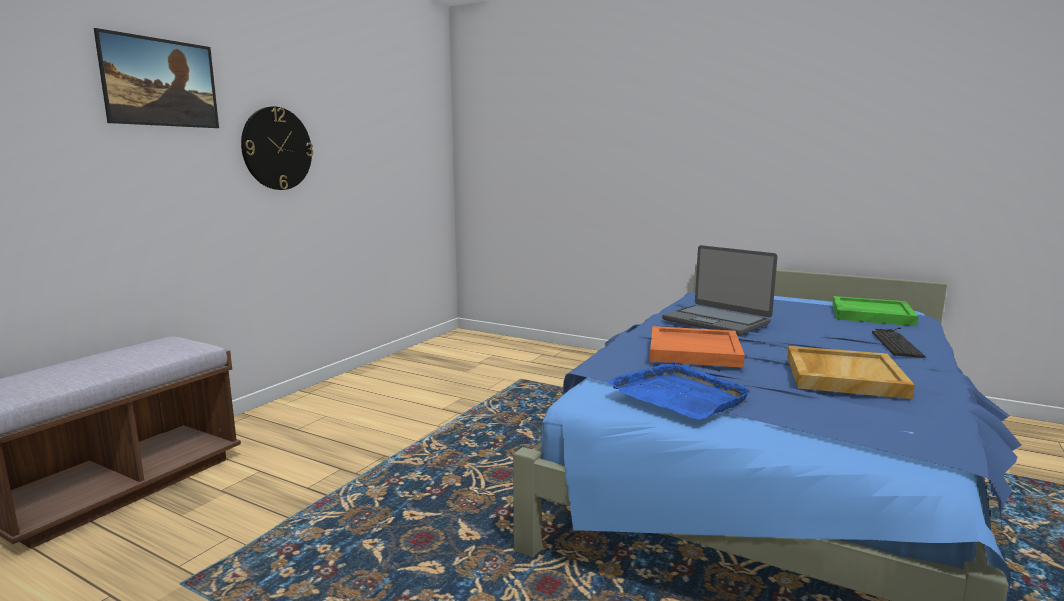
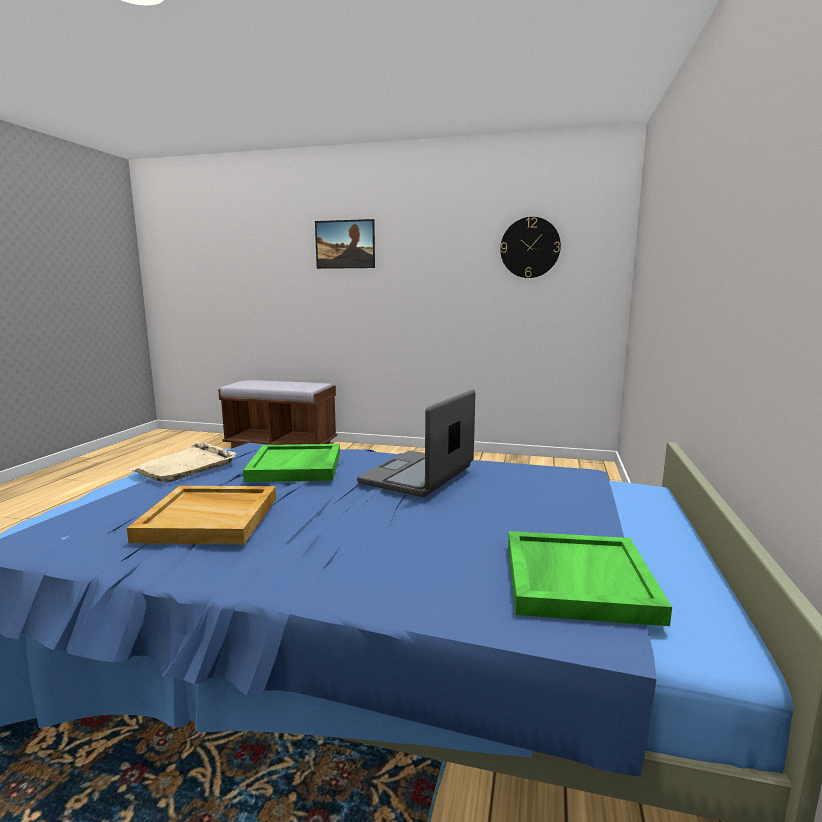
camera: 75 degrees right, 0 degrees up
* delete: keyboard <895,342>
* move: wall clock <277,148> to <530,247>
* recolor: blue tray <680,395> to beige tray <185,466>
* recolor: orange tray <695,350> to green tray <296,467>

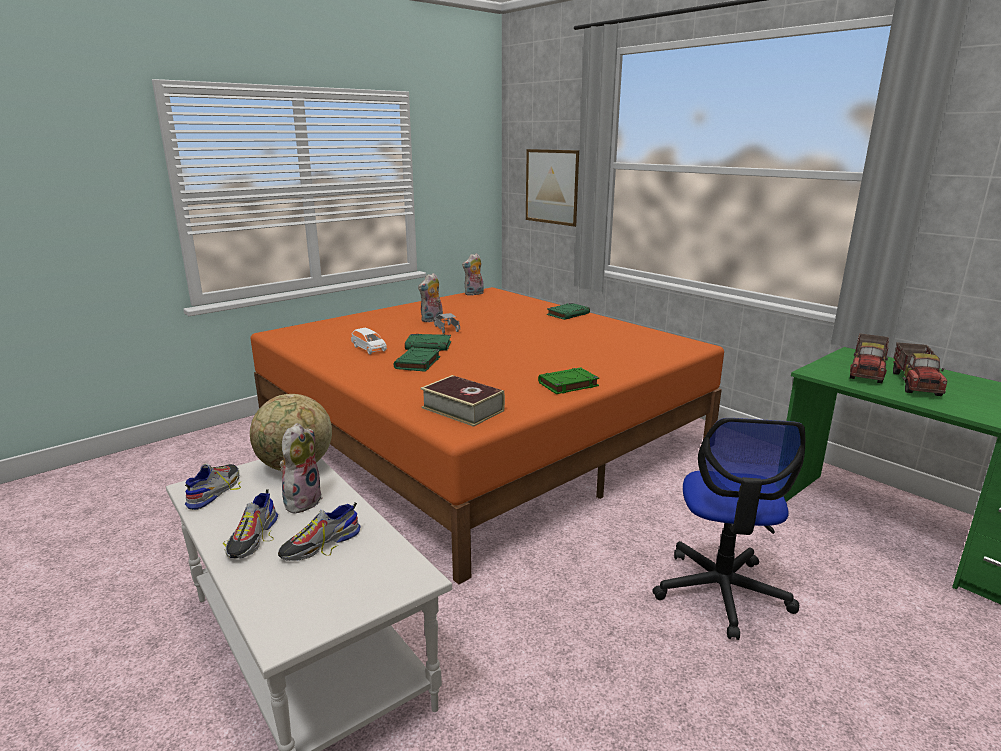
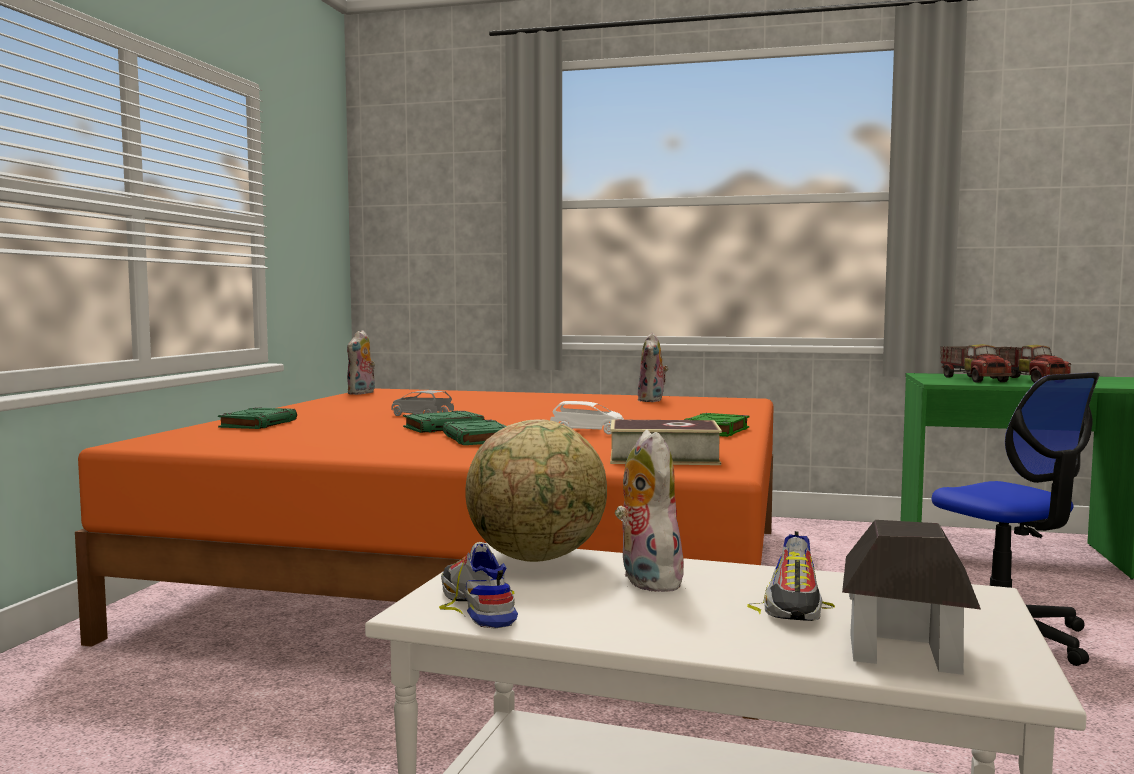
camera: 35 degrees left, 15 degrees down
* delete: shoe <253,538>
* delete: picture <554,186>
* insert: toy house <904,650>
* move: white toy car <369,349> to <588,431>
* move: plush toy <432,320> to <652,400>
* move: green book <568,314> to <258,424>

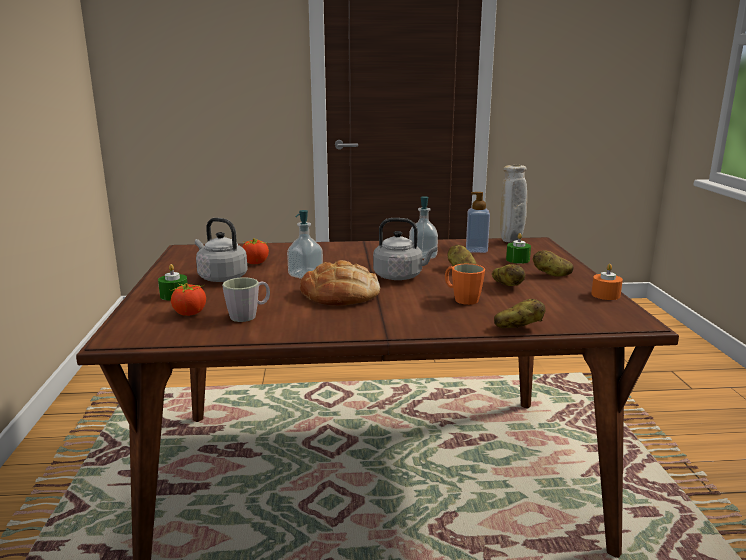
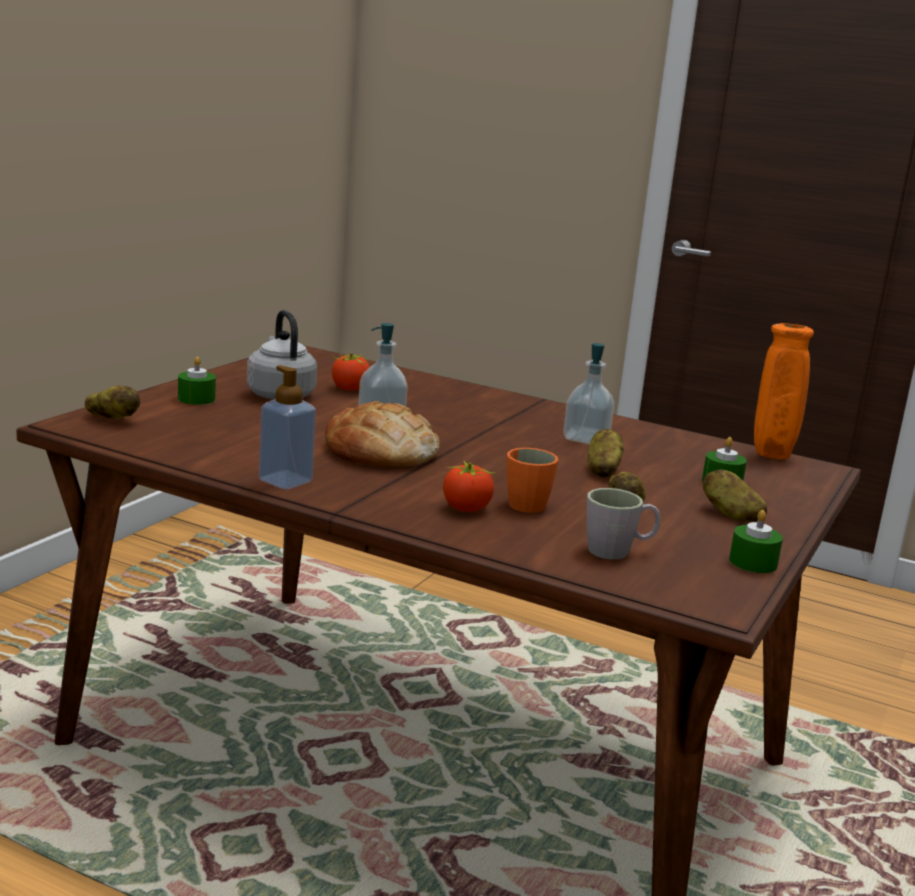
camera: 30 degrees right, 0 degrees up
* delete: grey kettle <400,276>
* move: tomato <190,313> to <466,509>
* move: grey mug <249,315> to <618,551>
* move: soap dispenser <476,250> to <285,481>
* move: potato <518,327> to <113,419>
* recolor: beige vase <511,241> to orange vase <771,457>
* recolor: orange candle <605,295> to green candle <753,562>

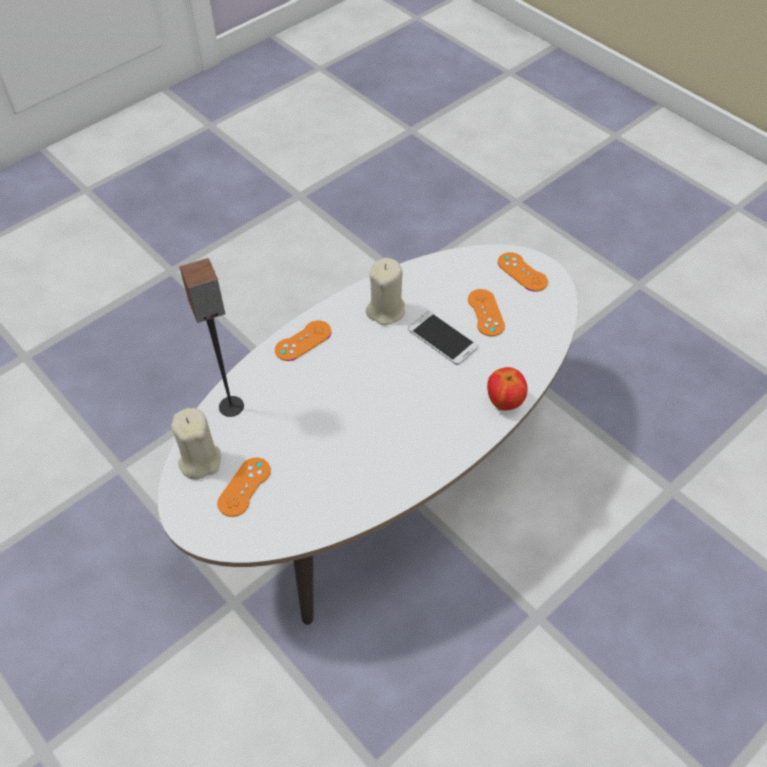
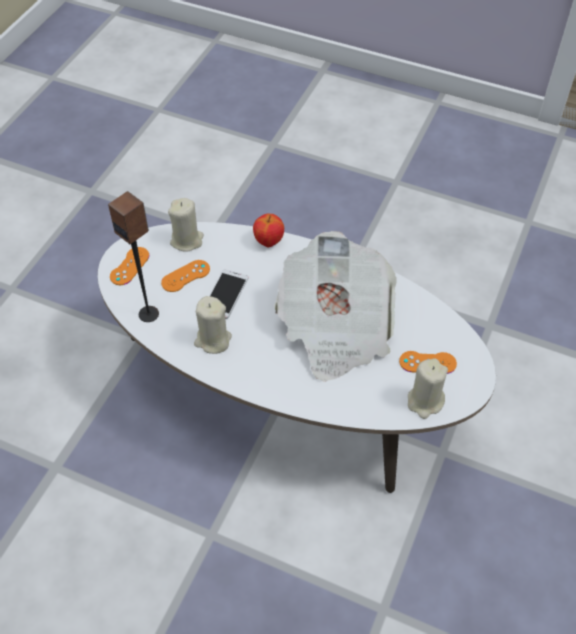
camera: 115 degrees left, 0 degrees up
* delete: orange game controller <303,341>
* insert: beige candle <187,240>
* insert: newspaper <335,328>
* move: speaker <231,407> to <149,314>

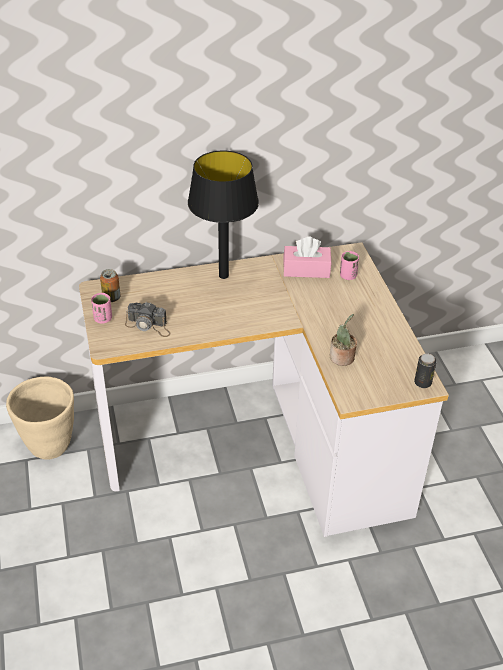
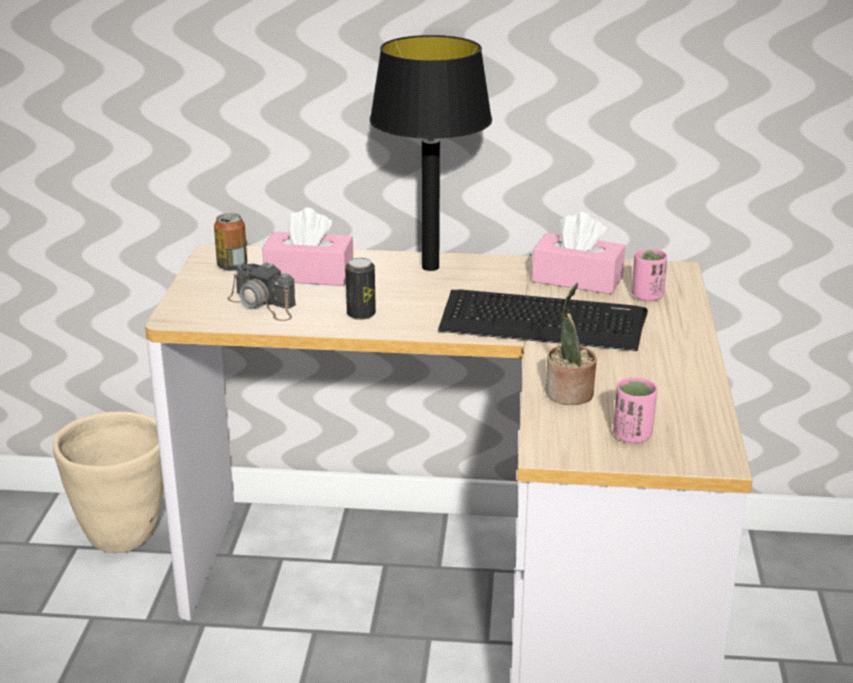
camera: 20 degrees right, 15 degrees down
* insert: pink tissue box <309,275>
* insert: keyboard <542,322>
* move: pink cup <103,319> to <632,436>
* move: can <422,383> to <361,314>

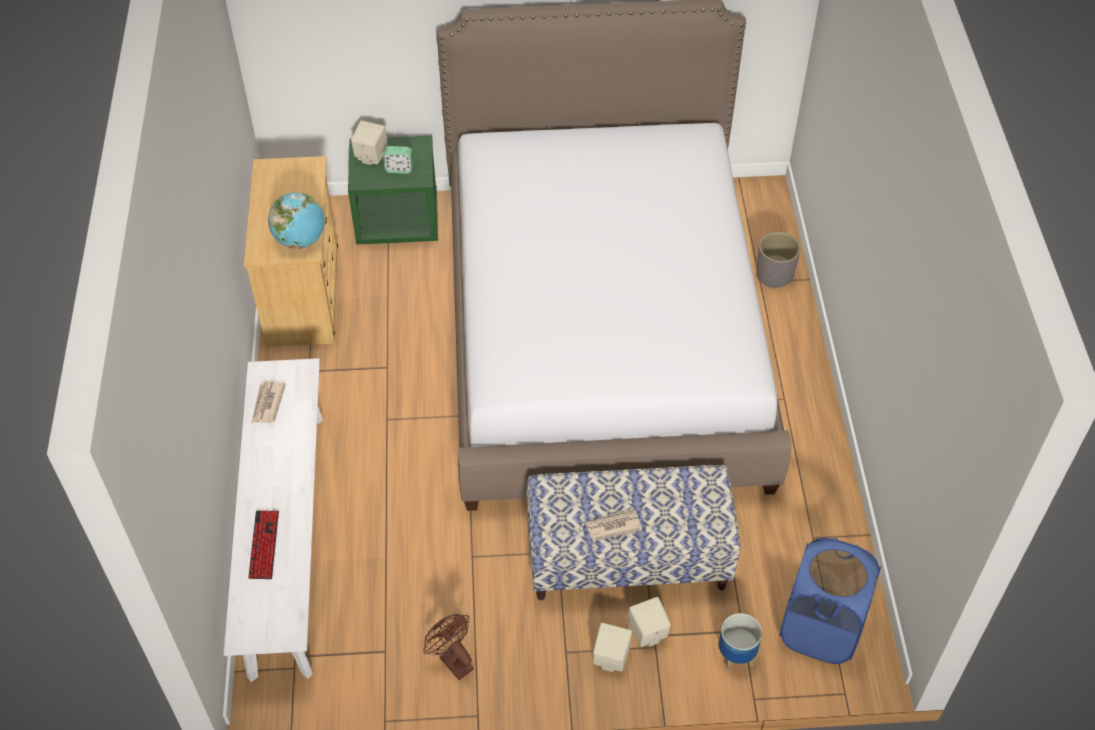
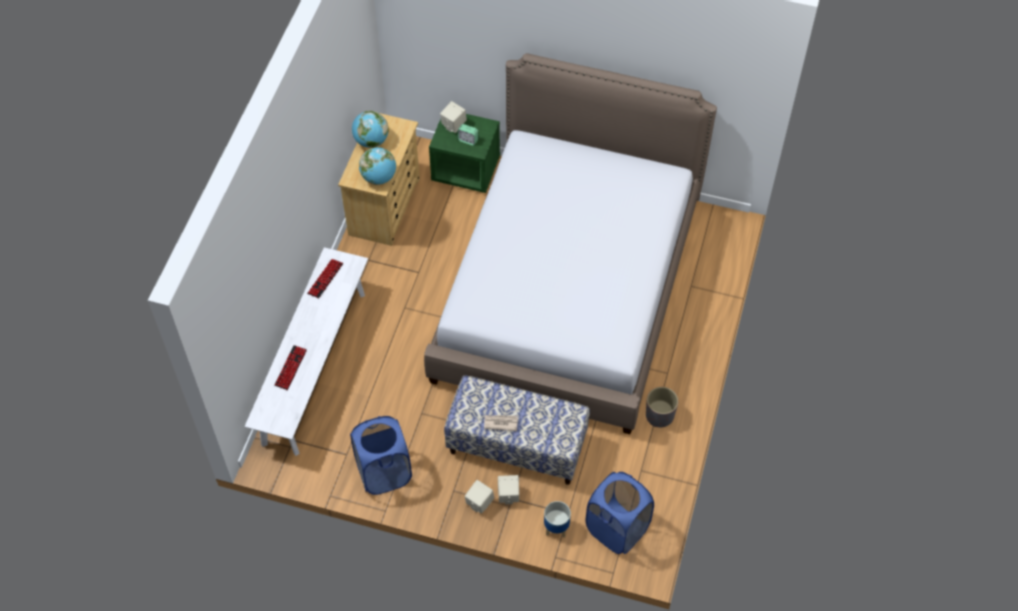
camera: 20 degrees right, 5 degrees up
* insert: globe <371,141>
* move: grey planter <774,274> to <659,415>
* replace: newspaper <267,404> to keyboard <325,279>
* replace: brown fan <452,660> to blue laundry basket <384,473>

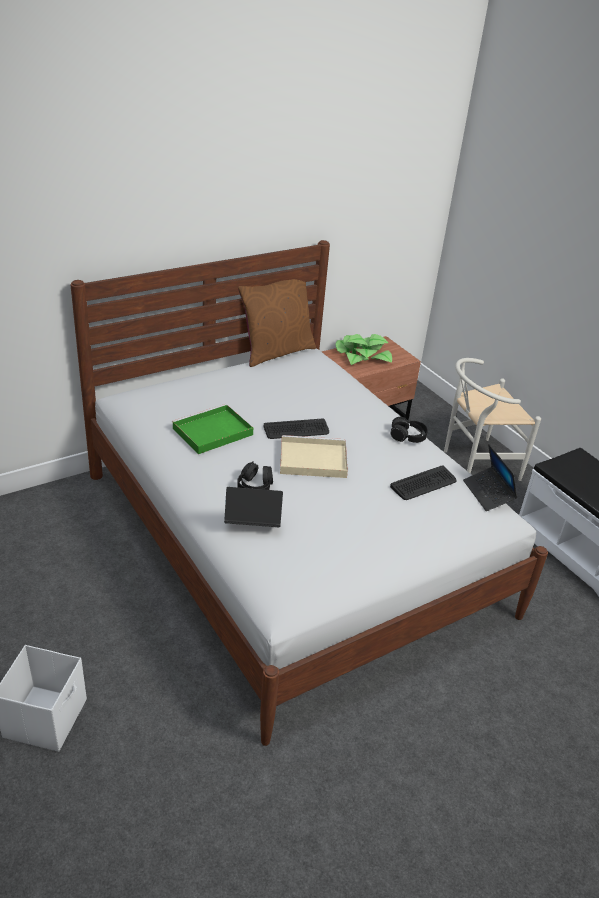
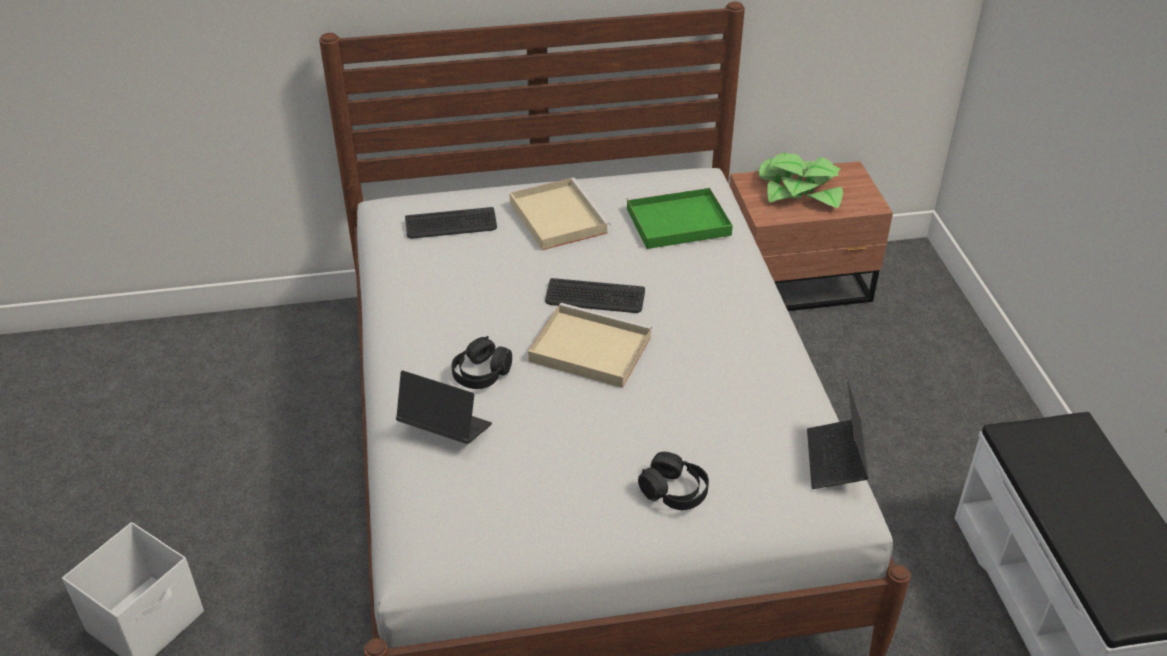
camera: 25 degrees right, 5 degrees up
* delete: brown pillow <276,352>
* delete: white chair <474,463>
* insert: beige tray <556,216>
* move: green tray <211,432> to <676,222>
* move: keyboard <424,484> to <451,224>
* move: black headphones <407,436> to <674,491>

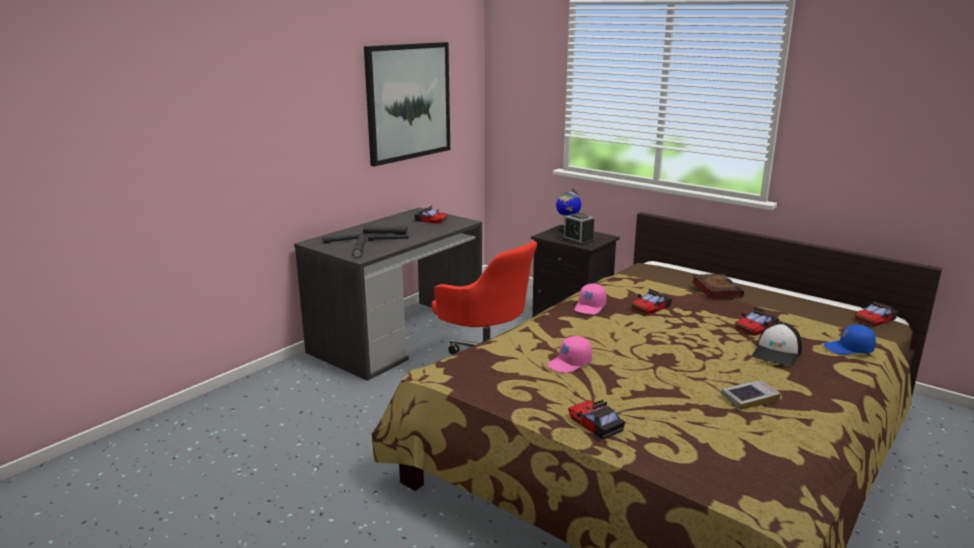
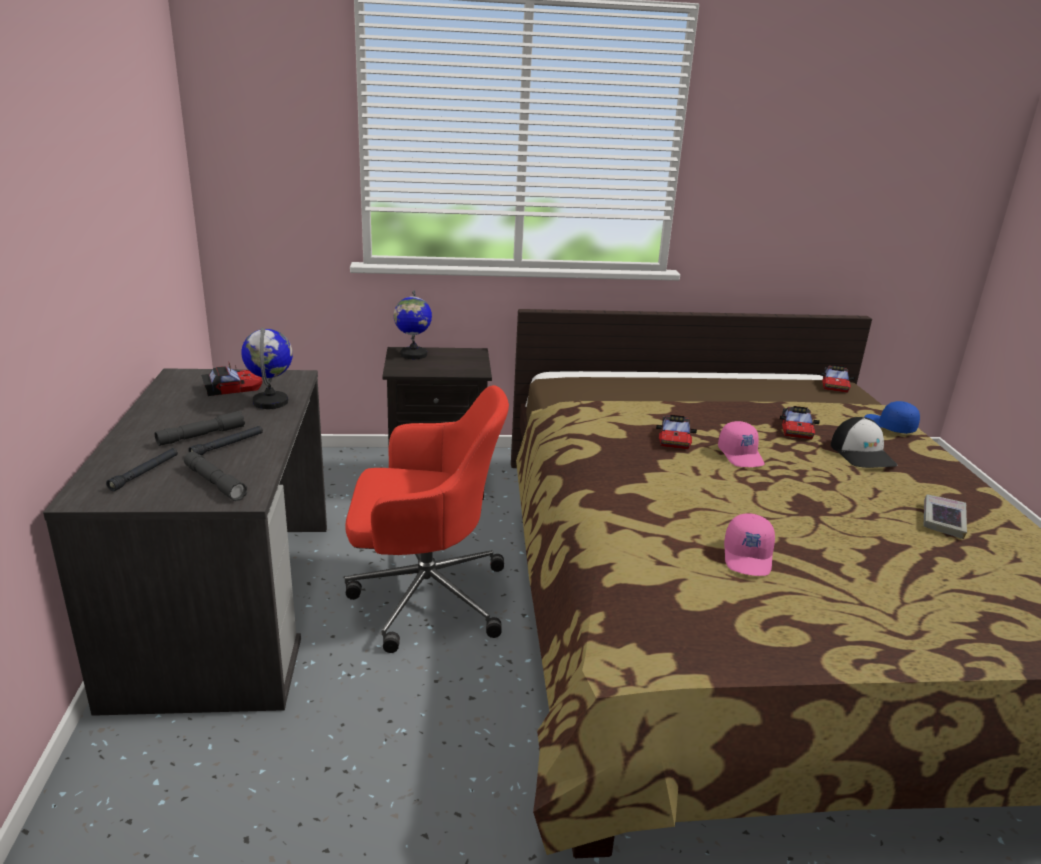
camera: 45 degrees left, 5 degrees up
* delete: picture <408,102>
* delete: alarm clock <578,240>
* delete: toy car <595,423>
* delete: book <715,289>
* insert: globe <271,402>
* move: pink cap <590,307> to <741,455>
* rotate: blue cap <848,349> = <889,426> 90 degrees clockwise

